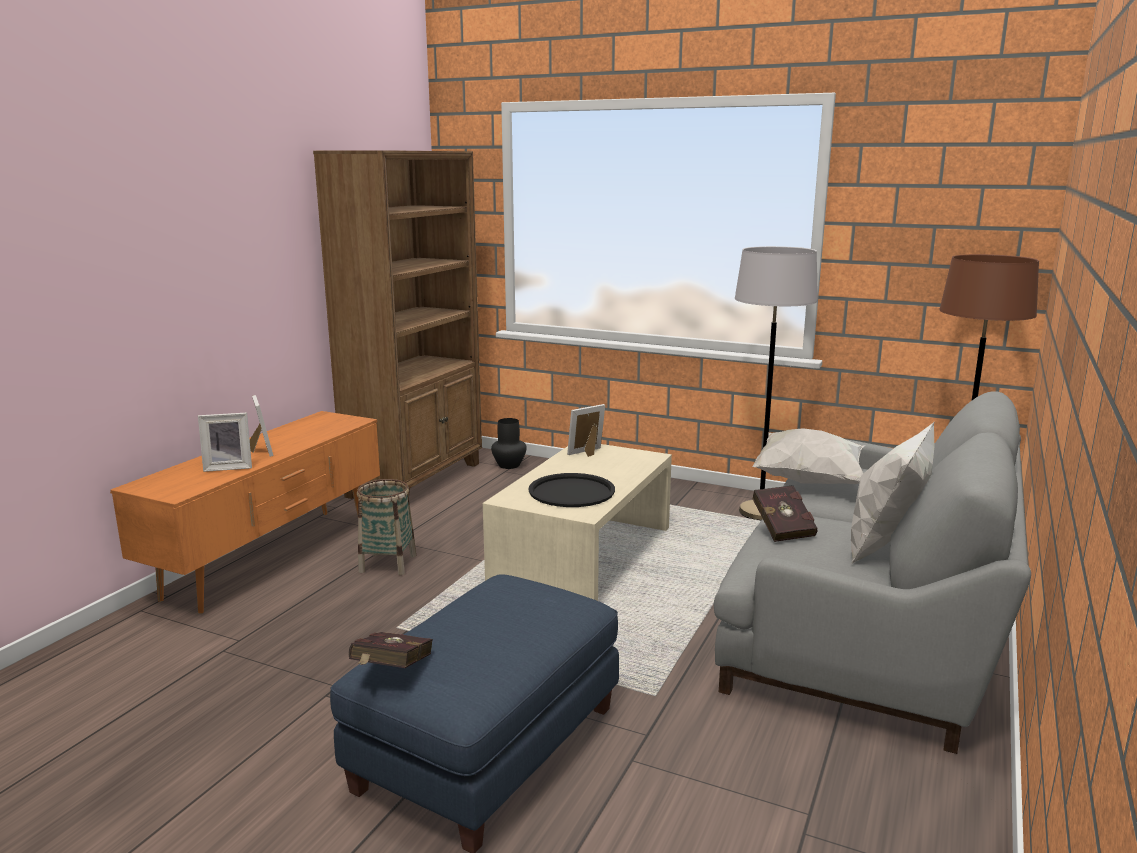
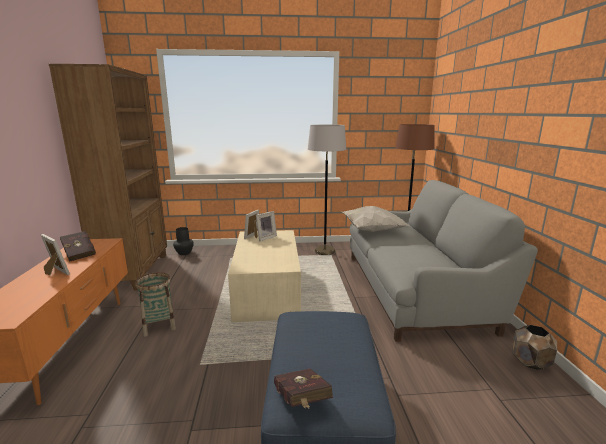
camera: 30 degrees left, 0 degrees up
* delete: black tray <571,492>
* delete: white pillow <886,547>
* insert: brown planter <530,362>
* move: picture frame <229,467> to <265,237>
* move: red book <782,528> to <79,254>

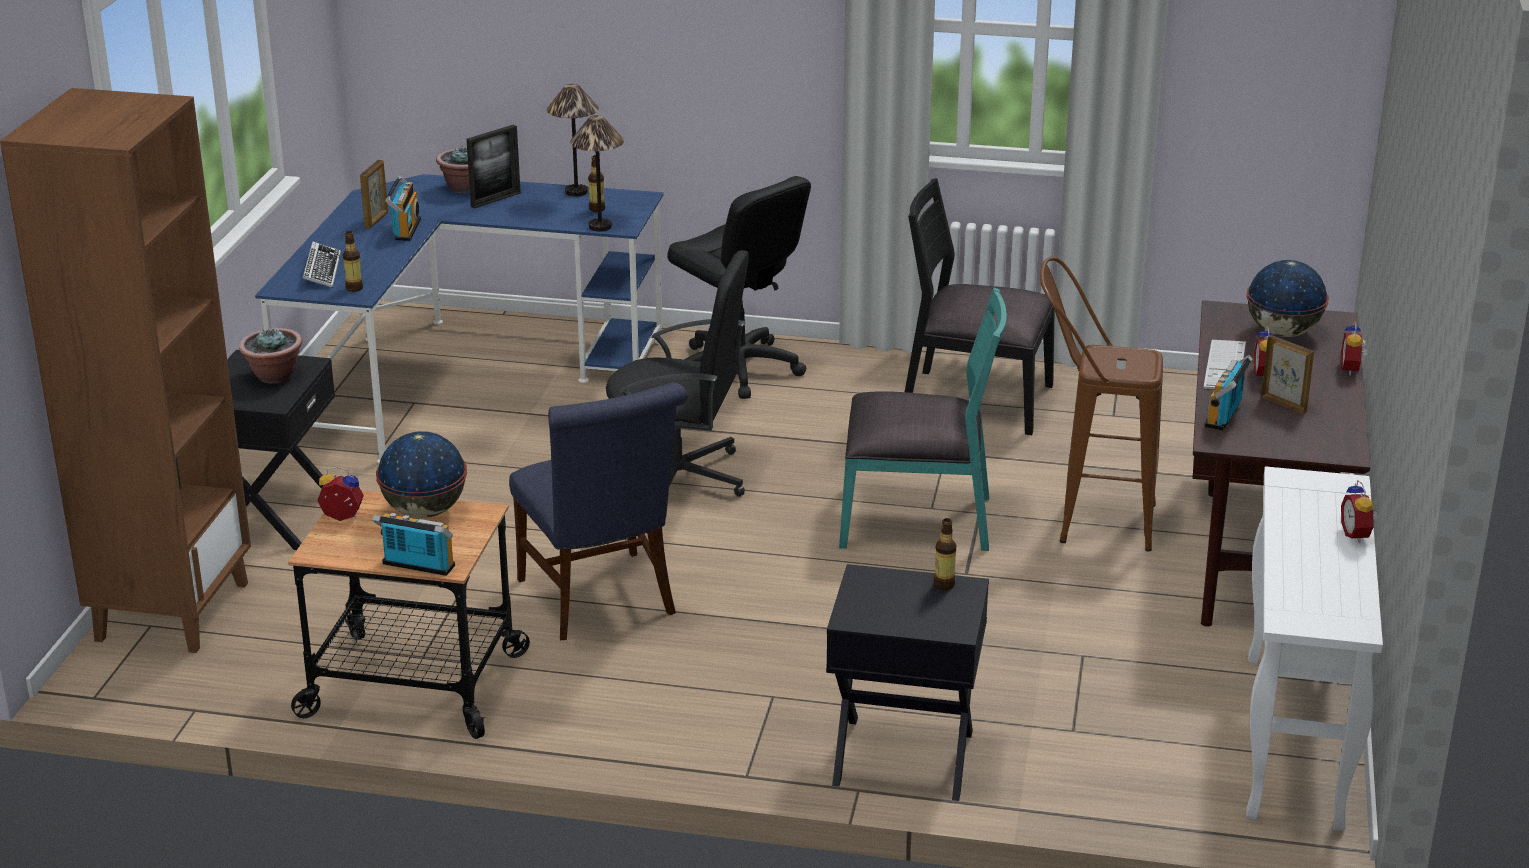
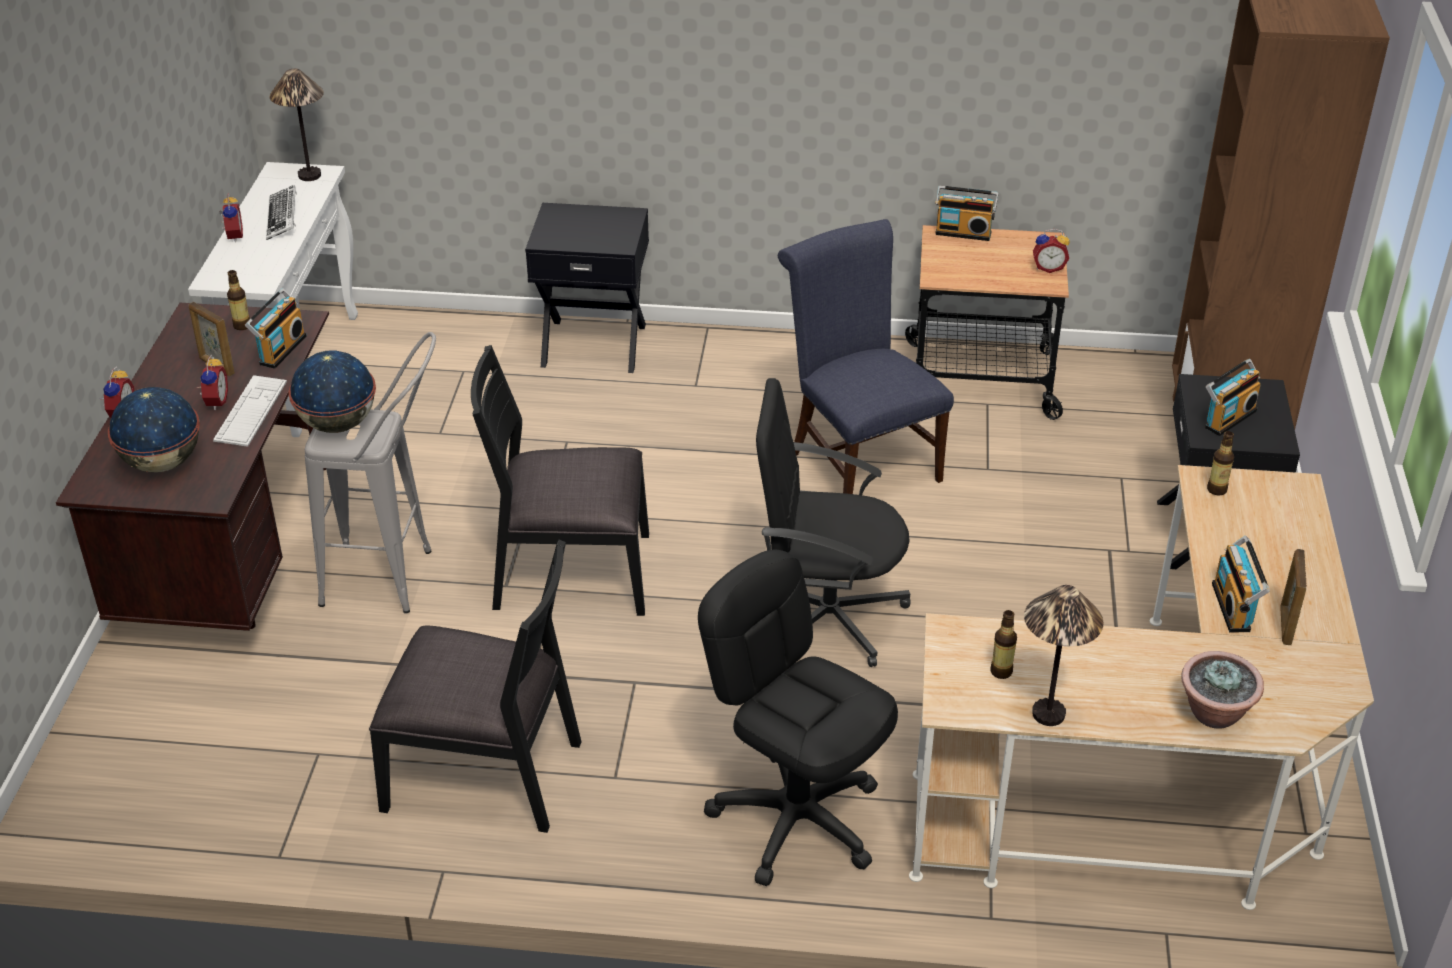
camera: 175 degrees right, 10 degrees up
* delete: picture frame <495,200>
* move: keyboard <321,270> to <282,218>
* move: globe <424,511> to <338,425>
* move: table lamp <600,226> to <309,175>
* move: bottle <944,585> to <242,326>
* replace: potted plant <274,376> to radio <1228,418>
* recolor: blue desk <457,375> to beige desk <1155,781>
* recolor: turquoise chair <917,519> to black chair <571,573>
* recolor: brown stool <1088,522> to grey stool <395,580>

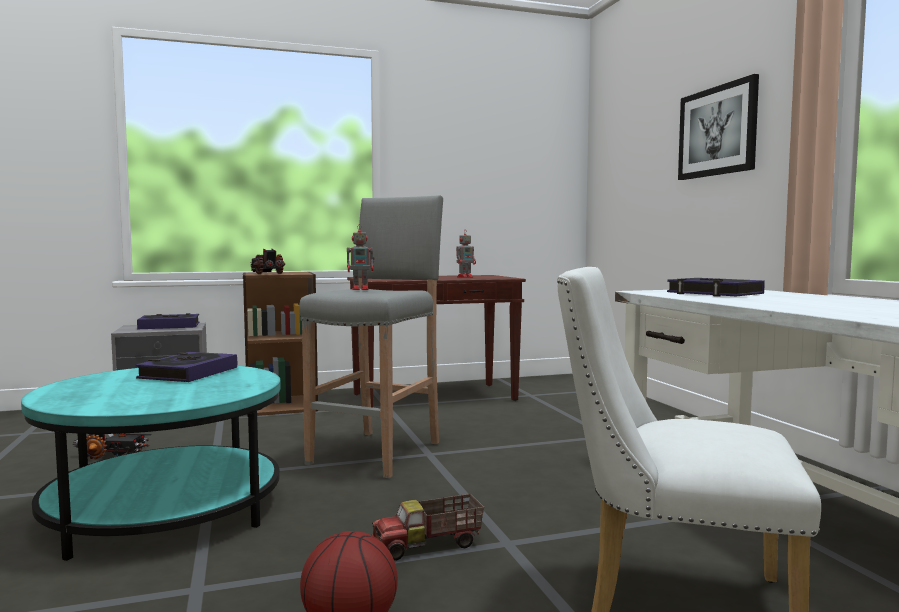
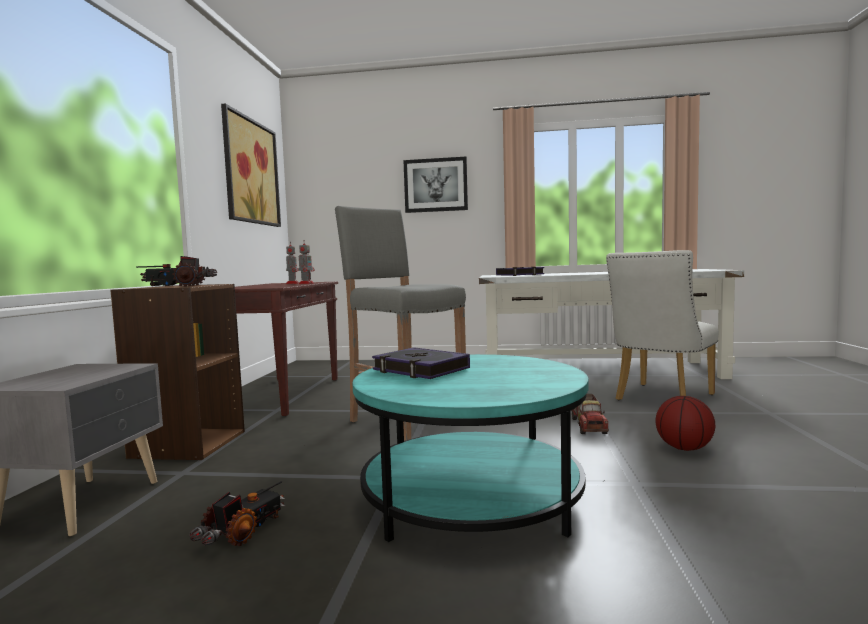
camera: 65 degrees left, 0 degrees up
* delete: book <169,326>
* insert: picture <251,172>
* move: toy robot <361,289> to <306,283>

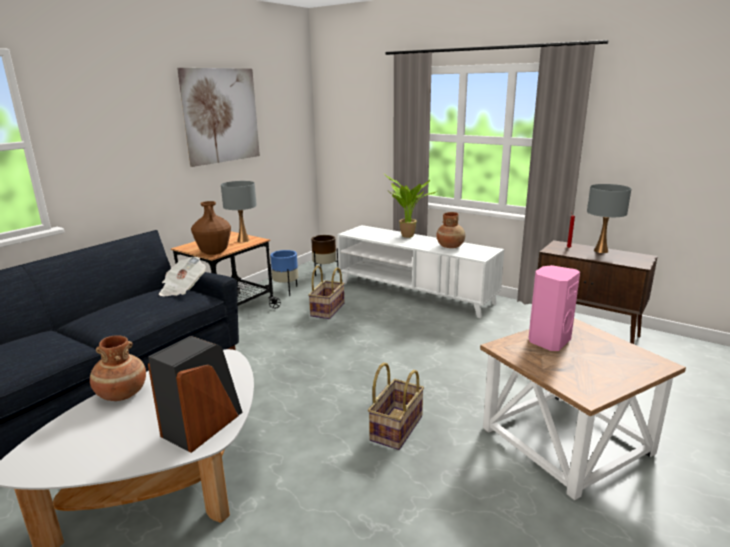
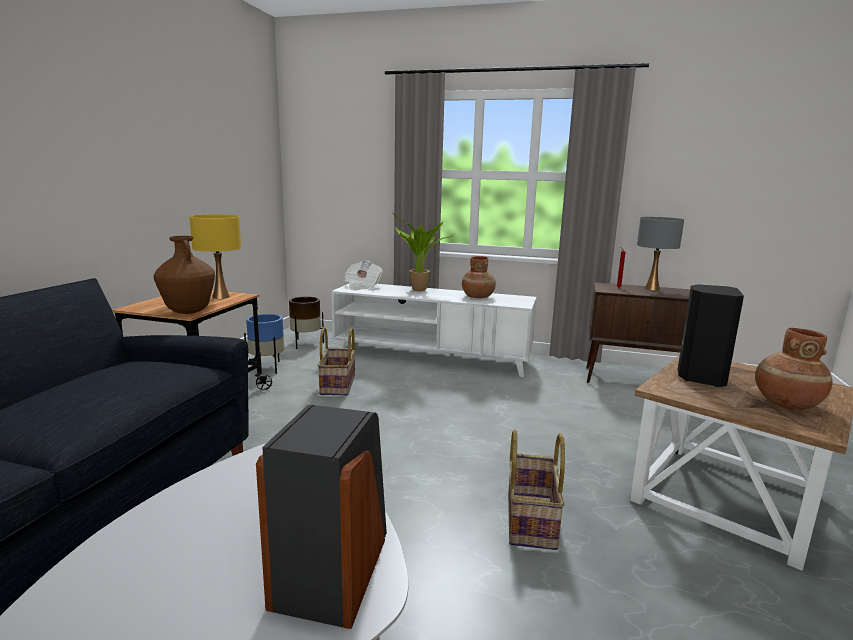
camera: 20 degrees left, 5 degrees down
* delete: picture <221,115>
* move: brown vase <121,394> to <786,403>
* move: newspaper <182,289> to <362,286>
* recolor: grey table lamp <243,240> to yellow table lamp <221,297>
* recolor: pink speaker <548,341> to black speaker <700,378>

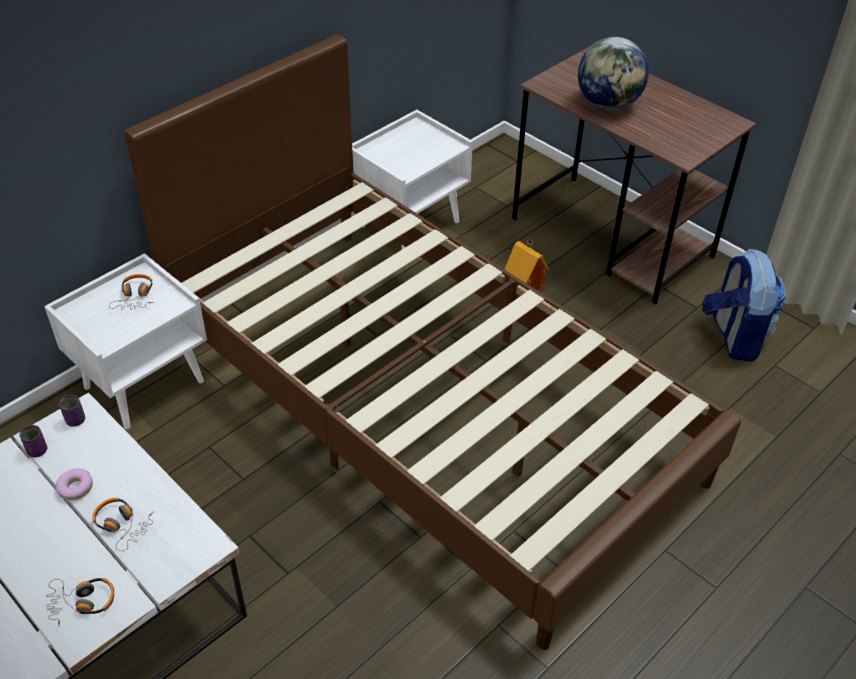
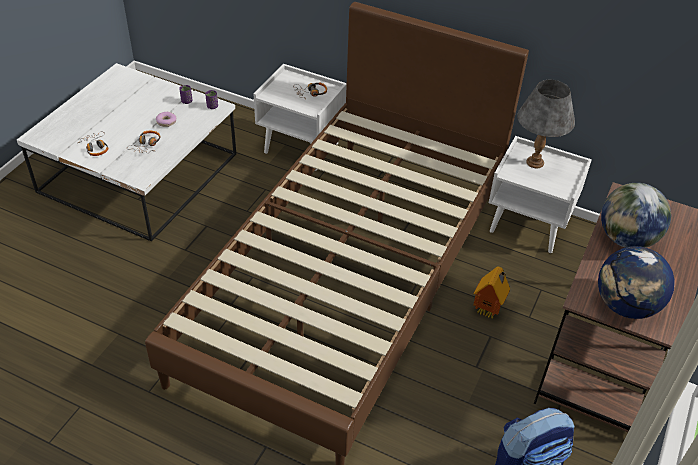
camera: 70 degrees right, 0 degrees up
* insert: grey table lamp <534,162>
* insert: globe <626,306>

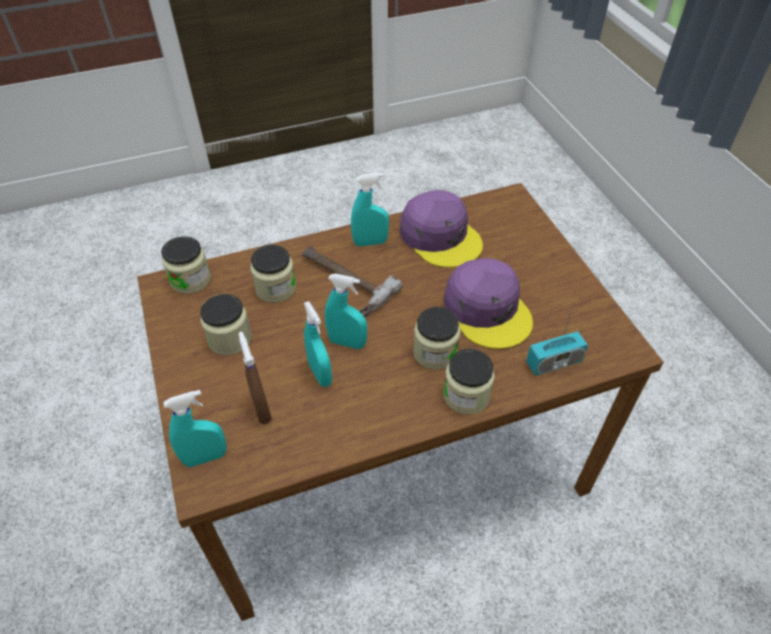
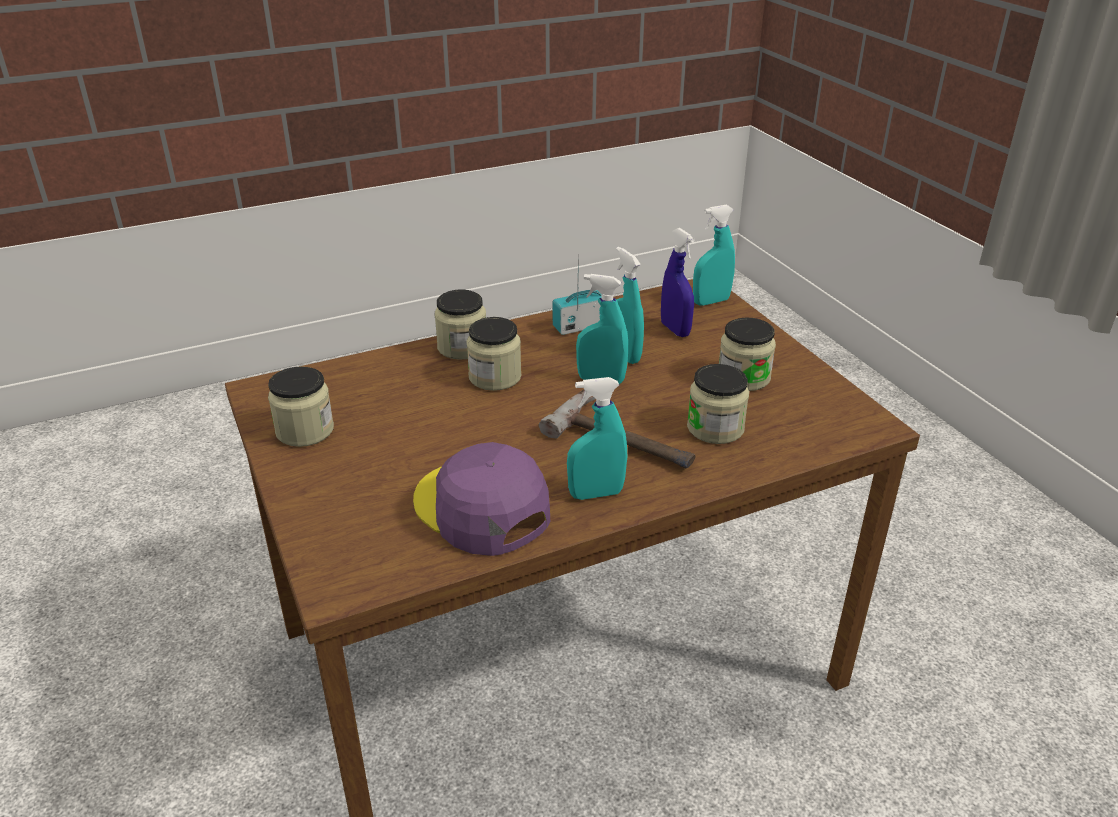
camera: 175 degrees right, 15 degrees down
* delete: purple cap <487,310>
* move: jar <190,279> to <305,430>
* move: radio <553,362> to <582,325>
* recolor: brown spray bottle <261,409> to blue spray bottle <675,329>

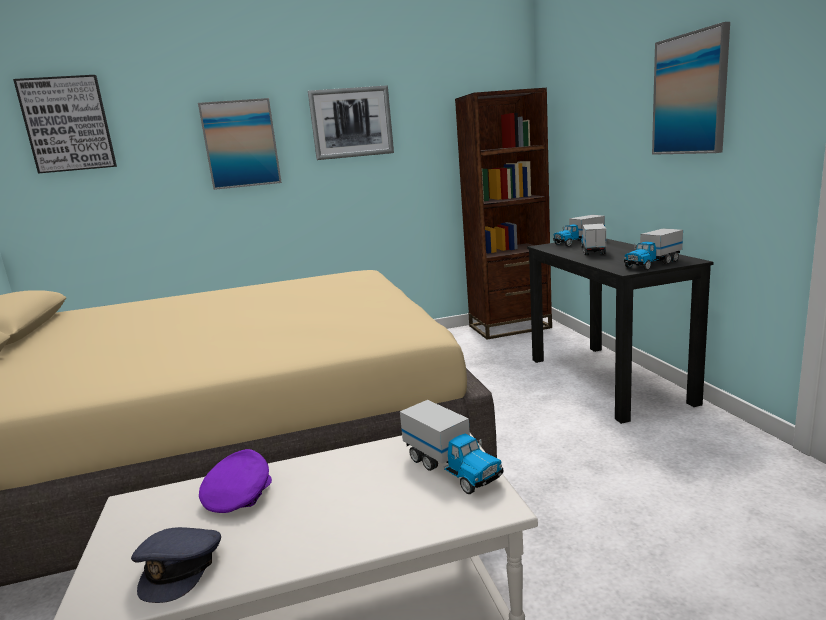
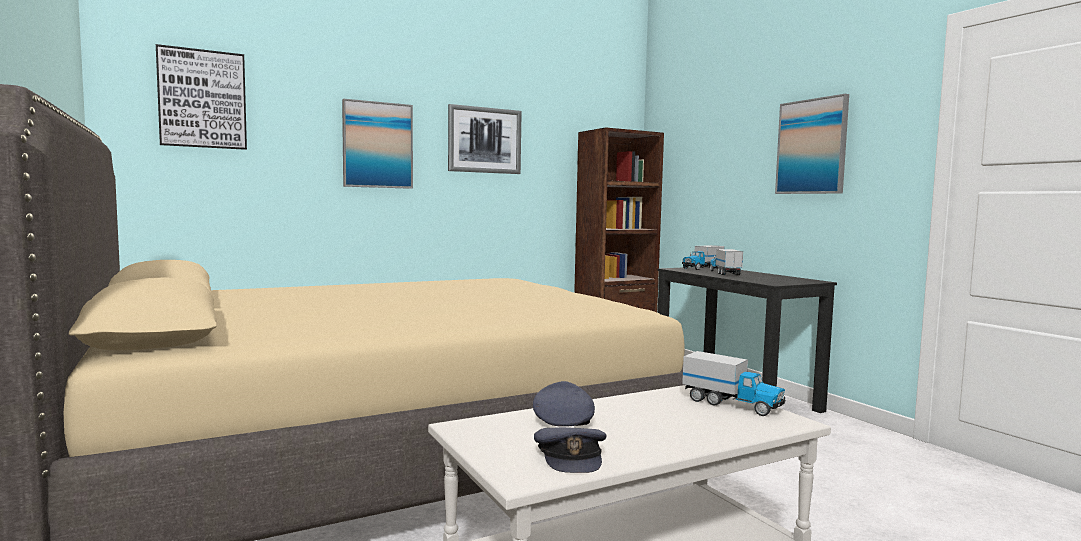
camera: 15 degrees left, 10 degrees down
* delete: toy truck <652,264>
* recolor: purple cap <238,495> to grey cap <562,420>

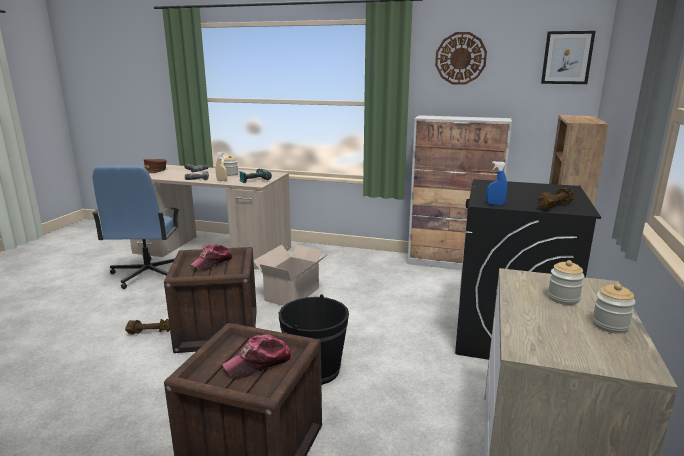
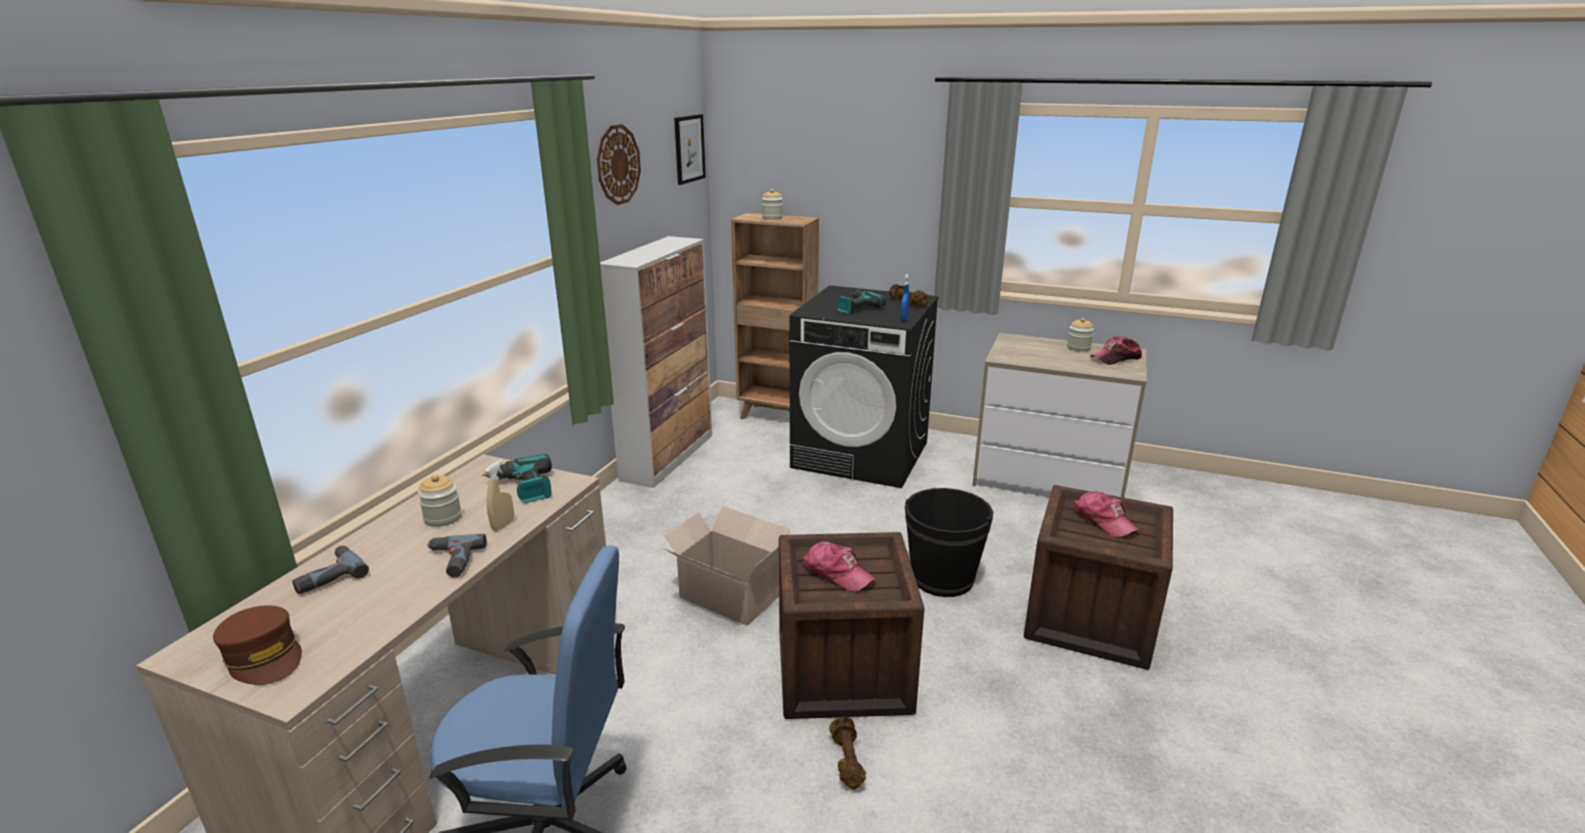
camera: 85 degrees left, 5 degrees up
* insert: power drill <856,308>
* insert: cap <1116,358>
* move: jar <563,298> to <772,218>

